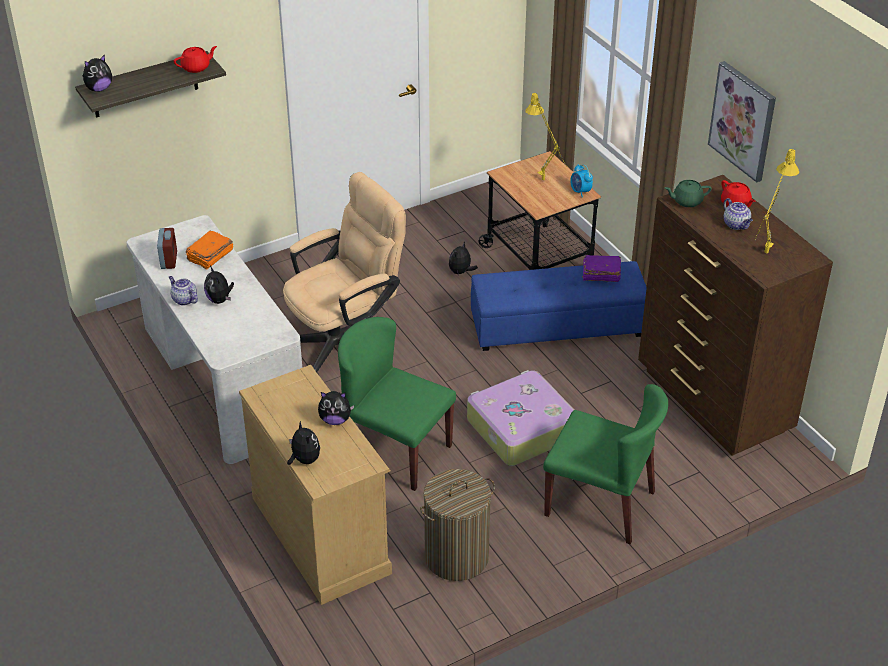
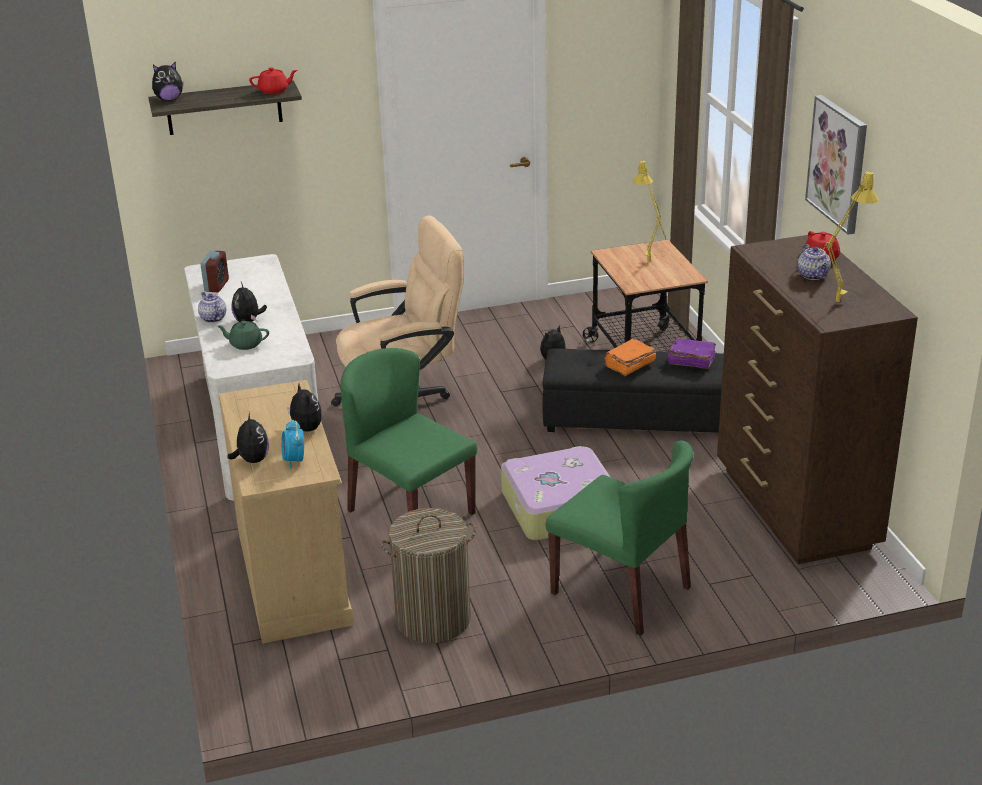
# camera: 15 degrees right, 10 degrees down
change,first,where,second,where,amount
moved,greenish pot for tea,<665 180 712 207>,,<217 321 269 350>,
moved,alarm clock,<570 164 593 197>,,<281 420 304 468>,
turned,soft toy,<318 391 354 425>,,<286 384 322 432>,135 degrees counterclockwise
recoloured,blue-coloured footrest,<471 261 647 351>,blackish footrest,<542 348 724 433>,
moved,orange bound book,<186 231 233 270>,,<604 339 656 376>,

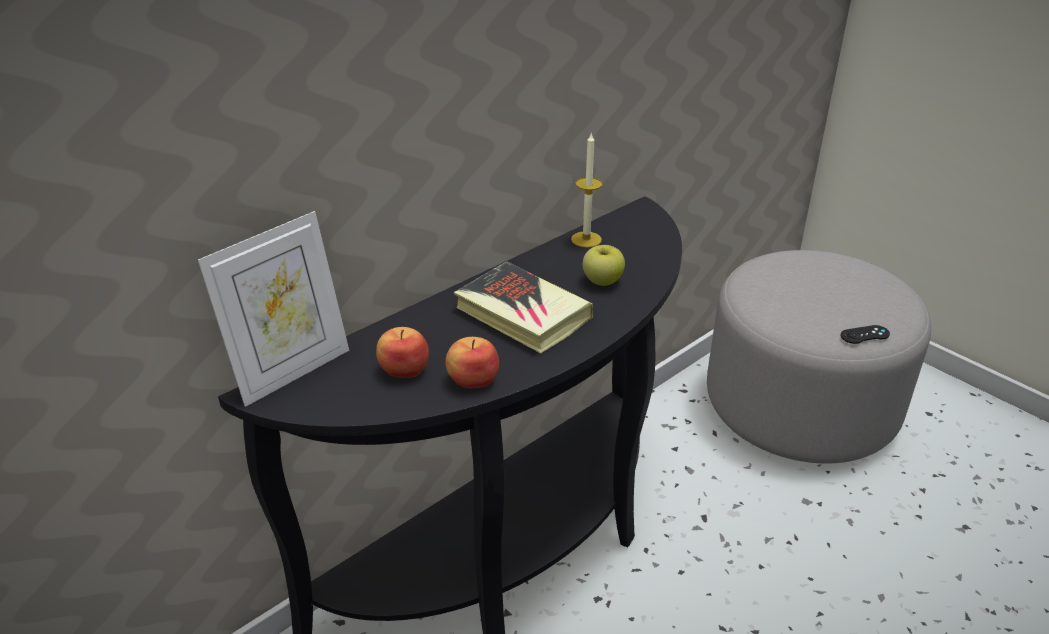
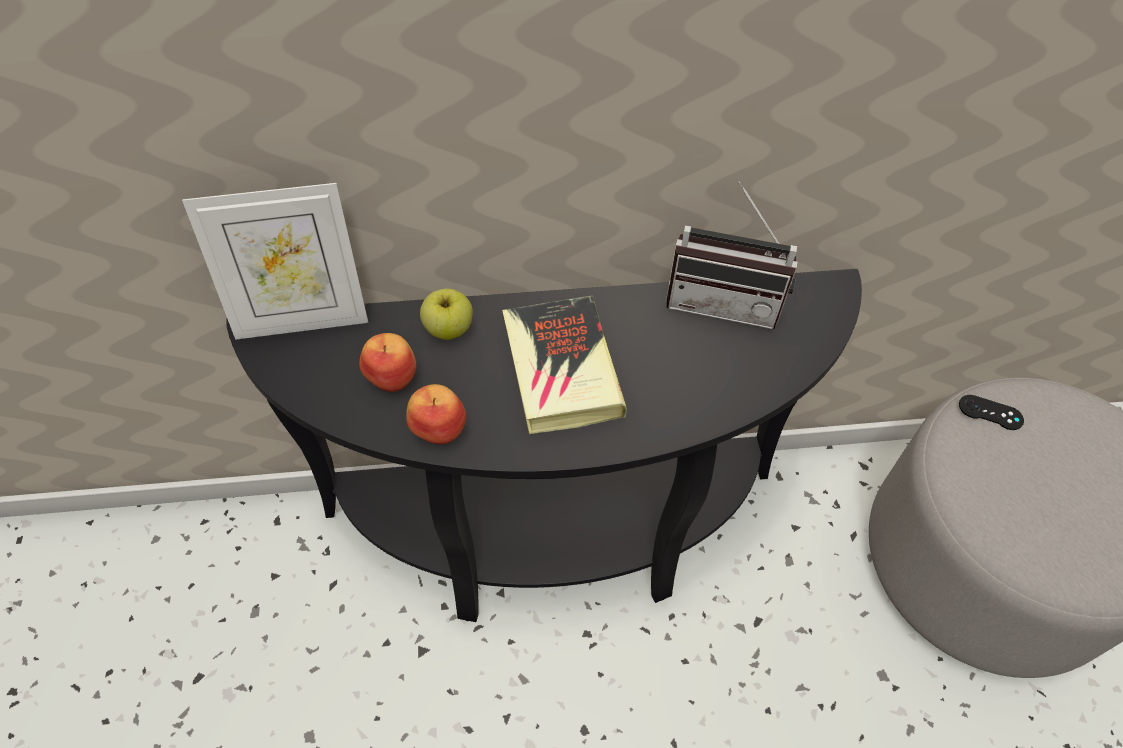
# camera: 35 degrees right, 20 degrees up
change,first,where,second,where,amount
moved,apple fruit,<583 245 625 286>,,<420 289 473 340>,
replaced,candle,<571 132 603 248>,radio receiver,<666 181 797 329>,
moved,blackish game controller,<840 325 890 344>,,<959 395 1024 430>,

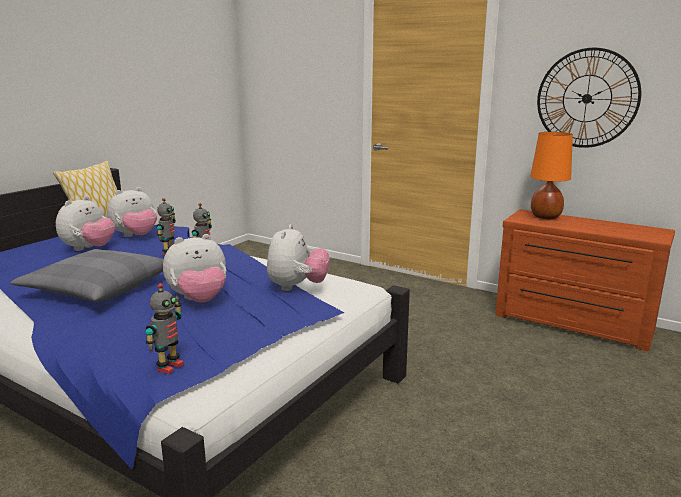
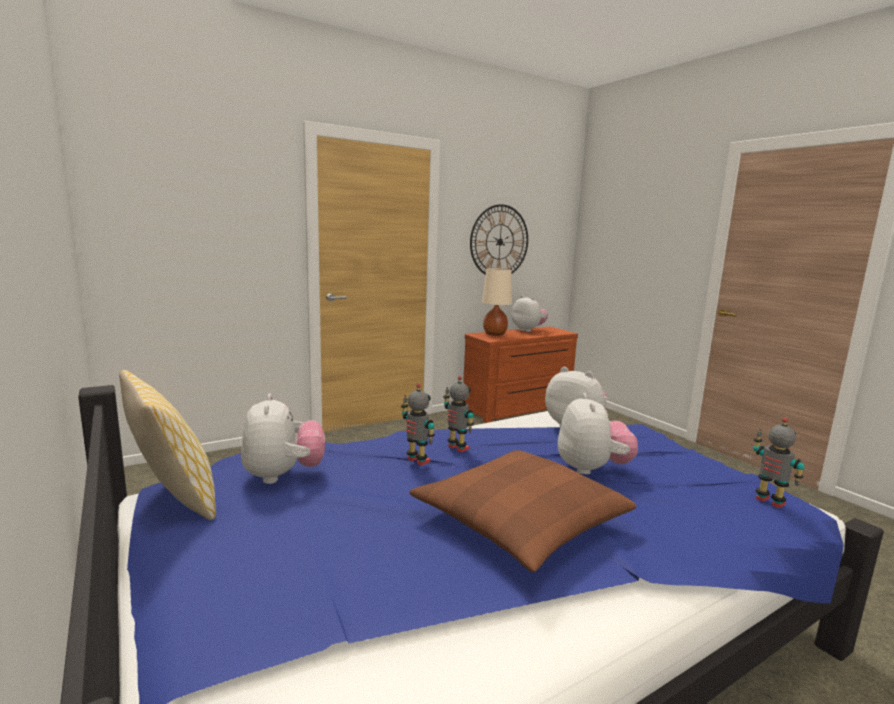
# camera: 65 degrees left, 5 degrees down
change,first,where,second,where,amount
recoloured,greyish cushion,<11 249 164 302>,brown cushion,<410 450 636 573>,
recoloured,orange table lamp,<530 132 573 219>,beige table lamp,<482 268 512 336>,
moved,soft toy,<56 196 115 251>,,<512 295 548 332>,

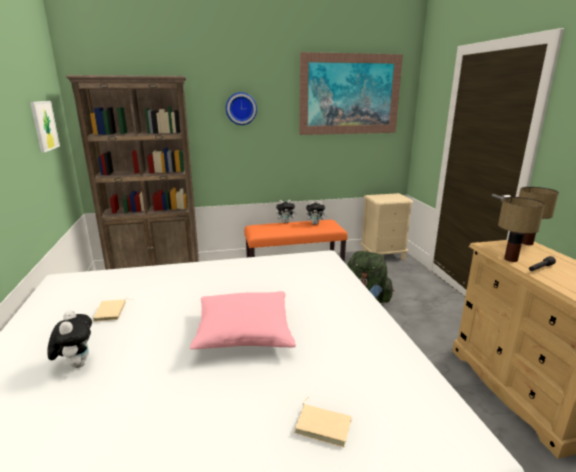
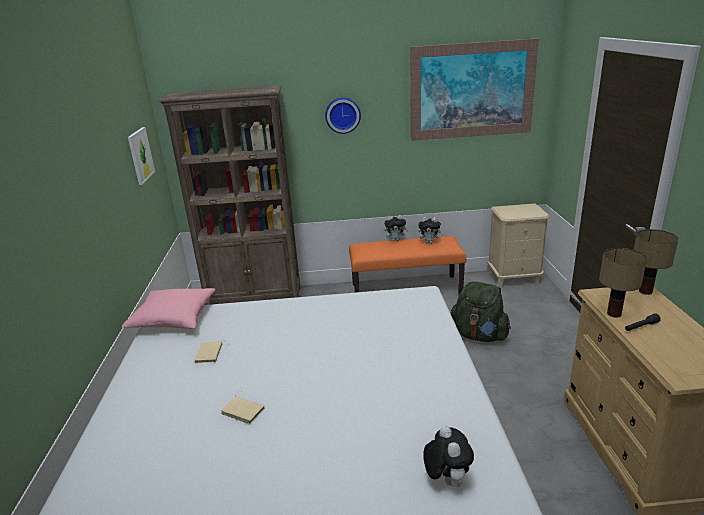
# camera: 10 degrees right, 5 degrees up
change,first,where,second,where,amount
moved,pink-coloured cushion,<190 291 296 349>,,<122 288 215 329>,
moved,beige bound book,<294 397 352 447>,,<221 392 265 424>,
moved,soft toy,<47 310 92 368>,,<423 426 474 487>,

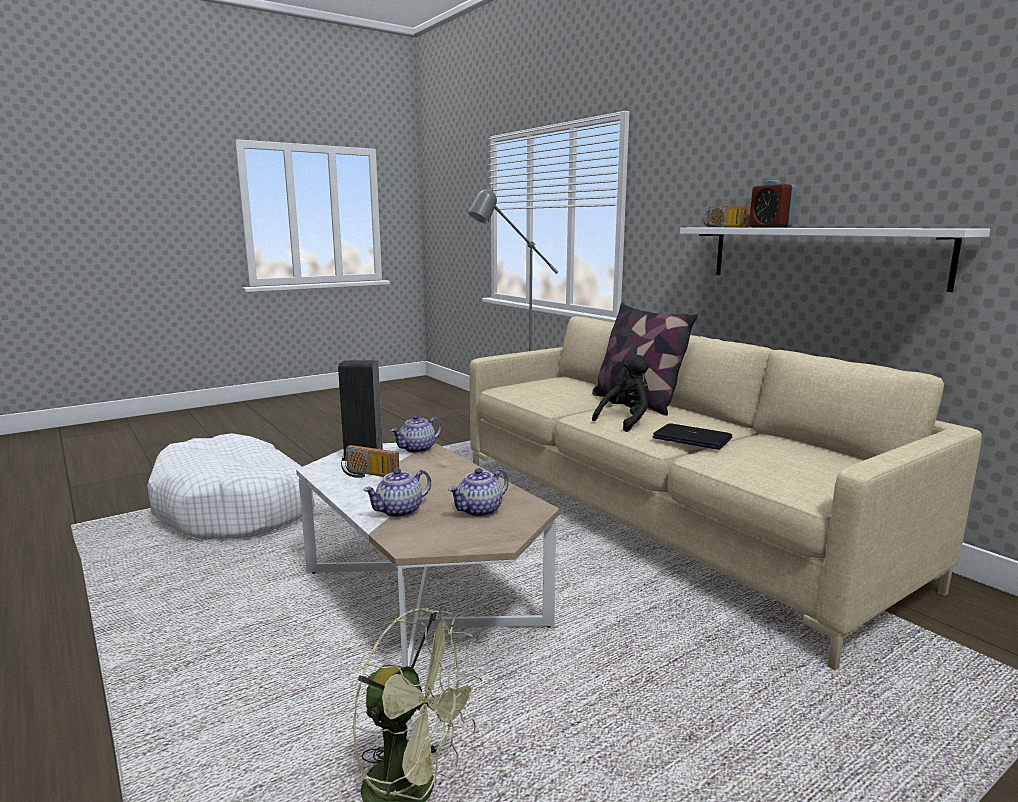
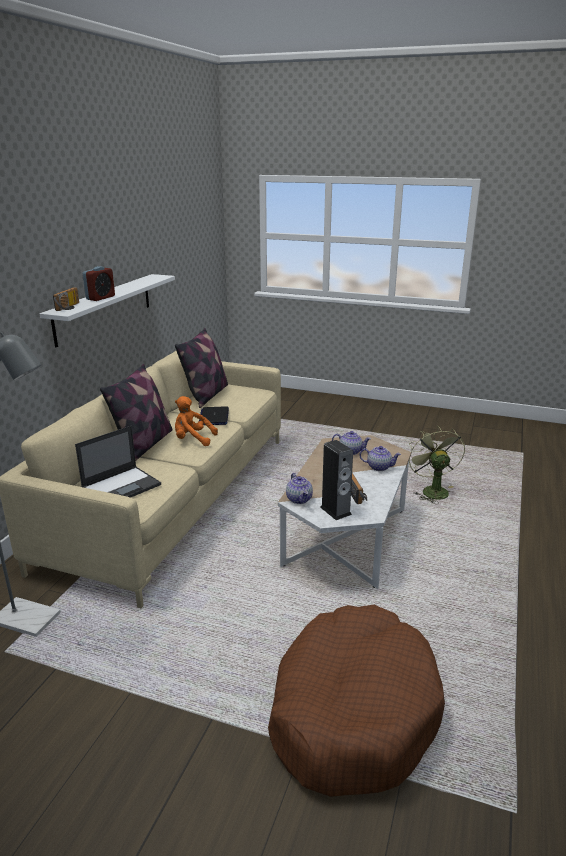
# camera: 125 degrees left, 10 degrees up
change,first,where,second,where,amount
added,,,notebook computer,<75 426 161 498>,
added,,,cushion,<175 328 228 408>,
recoloured,blackish soft toy,<592 355 650 432>,orange soft toy,<175 396 218 446>,
recoloured,white dog cushion,<147 433 315 539>,brown dog cushion,<268 605 445 797>,
turned,pot for tea,<391 415 442 453>,,<286 473 313 504>,60 degrees clockwise

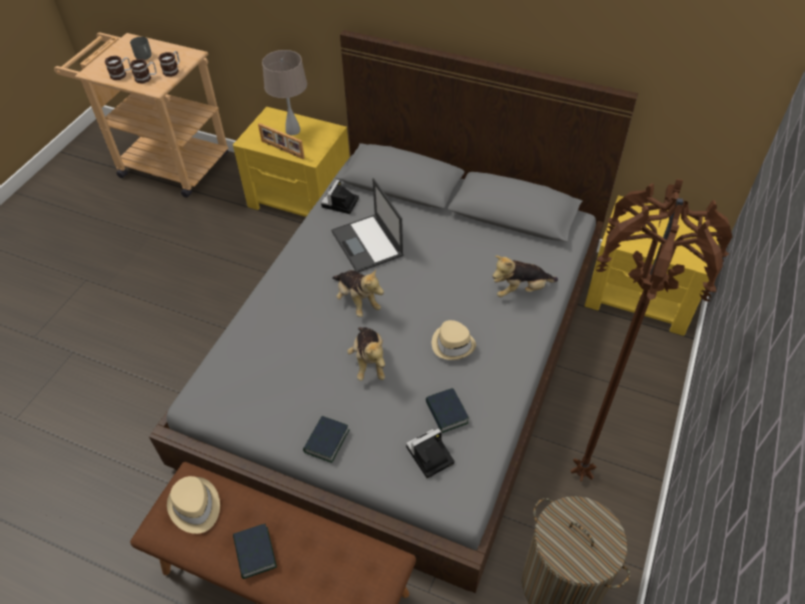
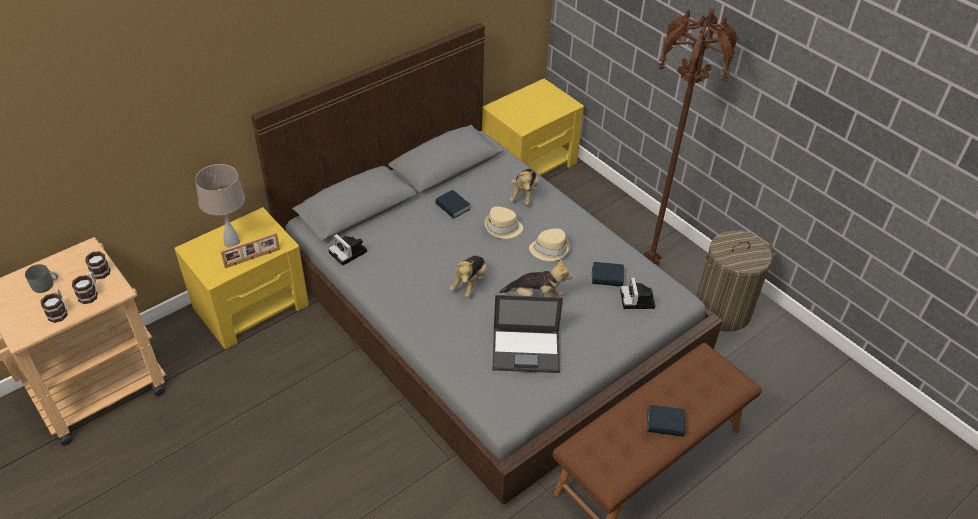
# camera: 65 degrees left, 5 degrees down
change,first,where,second,where,amount
moved,bound book,<303 416 350 463>,,<435 190 470 219>,
turned,soft toy,<332 269 384 317>,,<450 256 487 298>,120 degrees clockwise
moved,beige wearable hat,<167 476 220 534>,,<484 206 523 239>,
moved,notebook computer,<331 178 404 272>,,<492 295 563 373>,

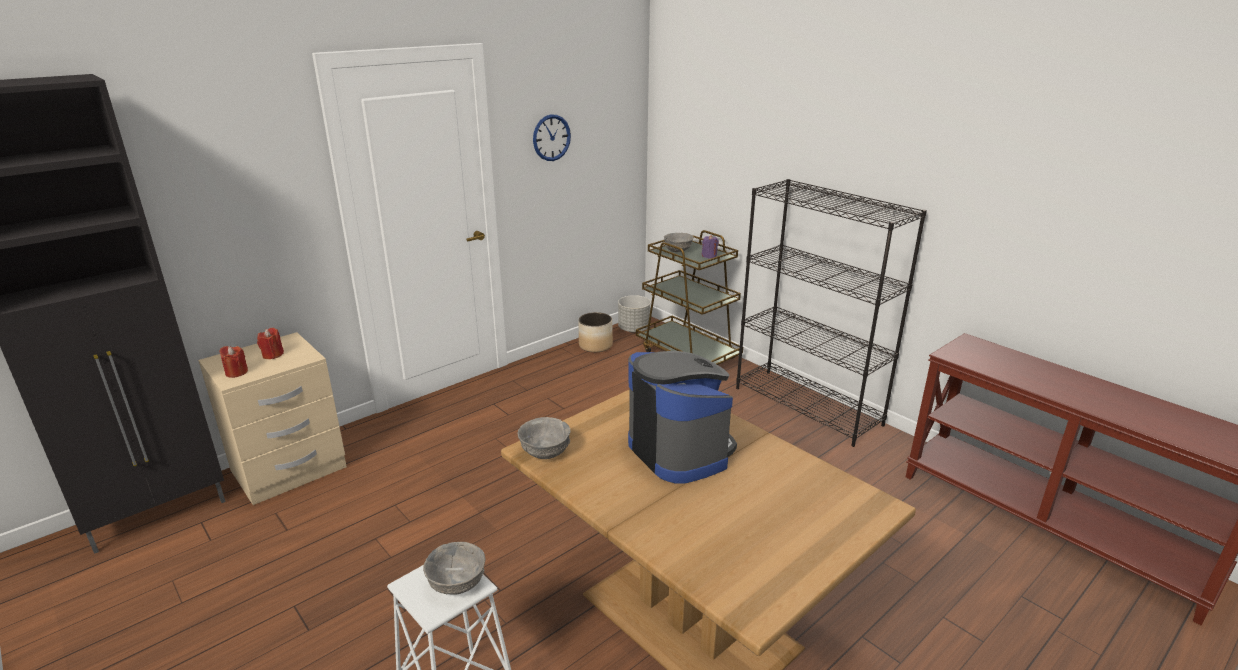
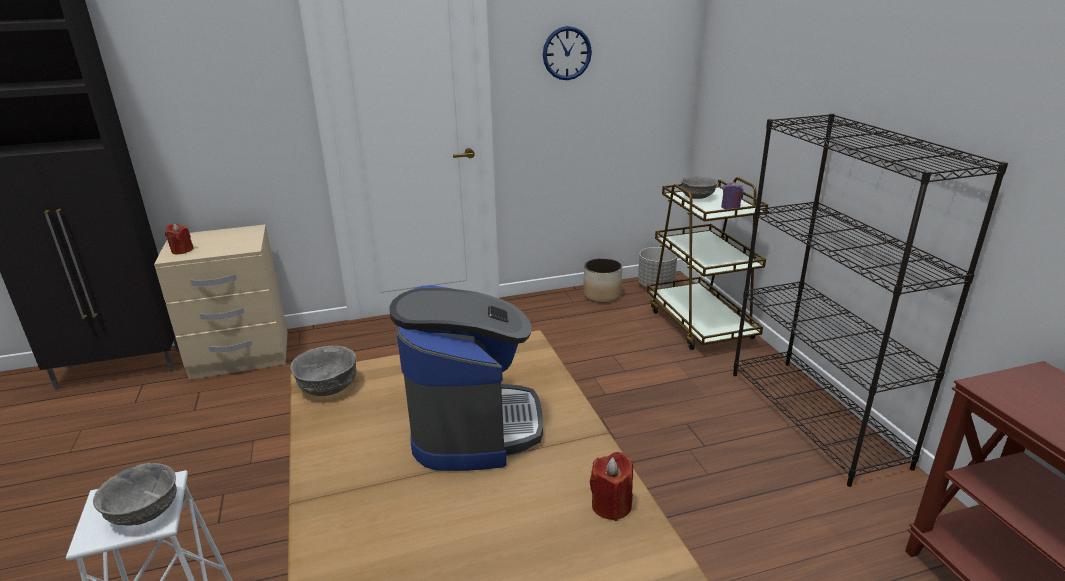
# camera: 25 degrees right, 0 degrees up
change,first,where,second,where,amount
moved,reddish candle,<257 328 284 359>,,<590 452 633 521>,

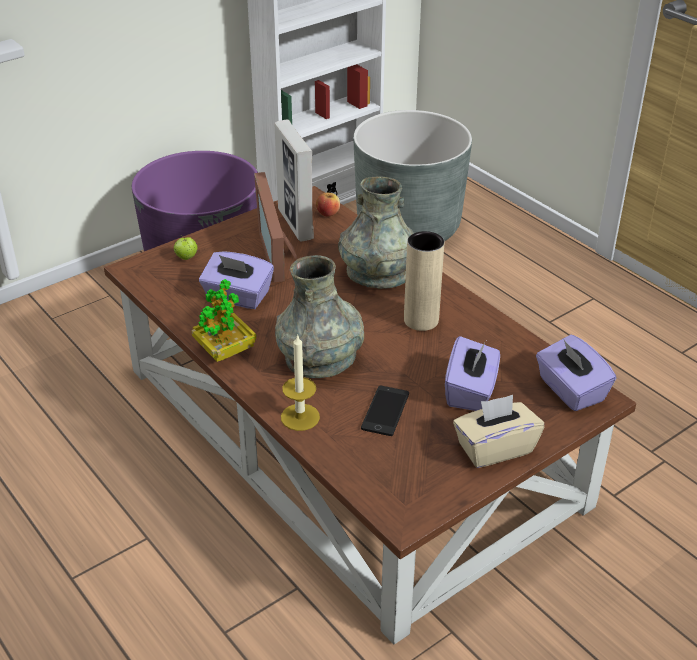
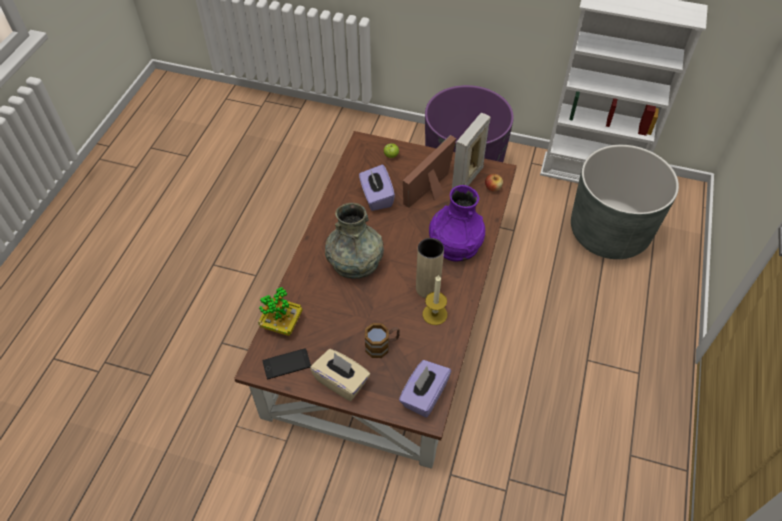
# camera: 55 degrees right, 15 degrees up
change,first,where,second,where,amount
moved,potted plant,<191 279 256 362>,,<258 287 303 336>,
moved,telephone,<361 386 409 436>,,<263 348 311 379>,
replaced,purplish box of tissues,<445 336 500 411>,coffee mug,<365 323 400 358>,
moved,candle,<281 334 320 431>,,<422 275 447 325>,
recoloured,greyish vase,<338 177 414 289>,purplish vase,<429 185 485 261>,

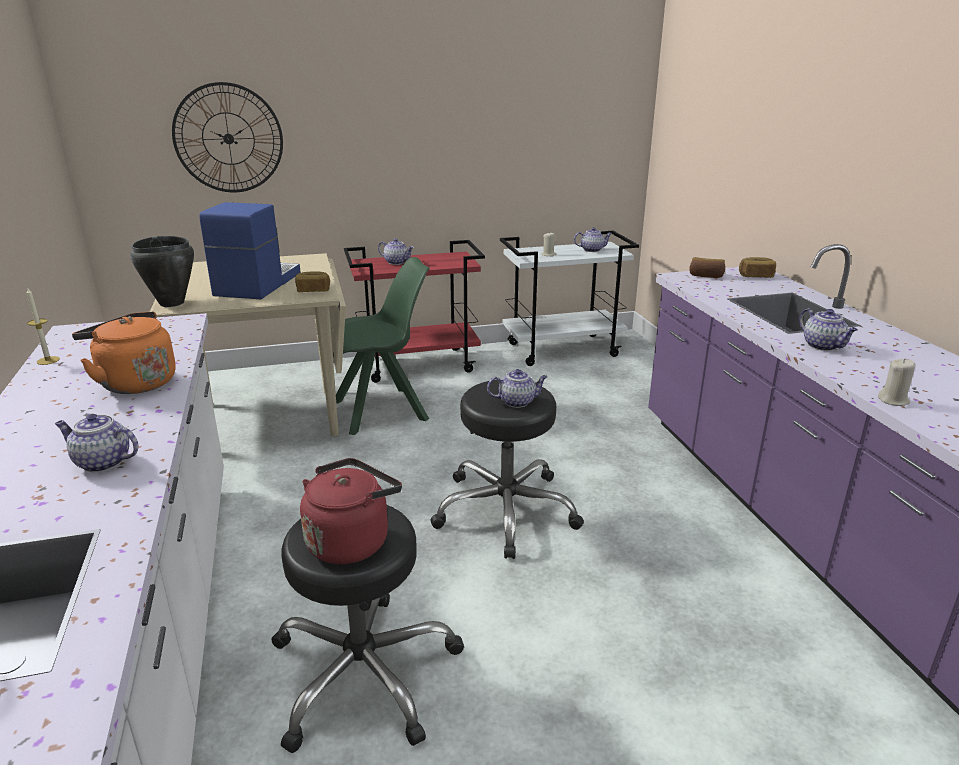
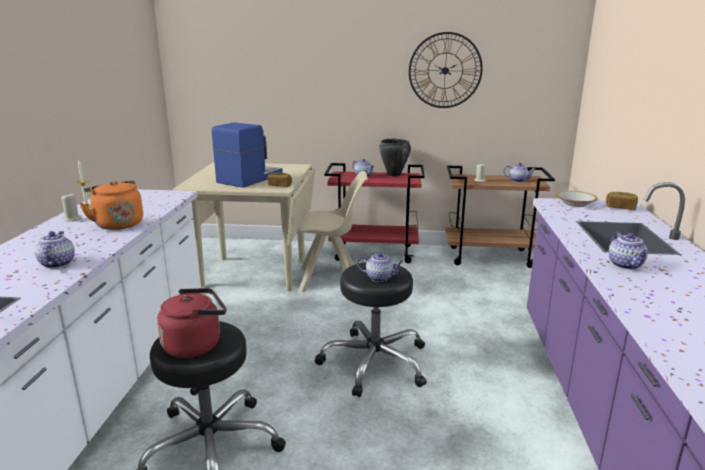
# camera: 20 degrees right, 5 degrees down
change,first,where,second,where,amount
turned,pot for tea,<54 414 138 472>,,<35 231 75 268>,45 degrees clockwise
moved,beige candle,<878 359 916 406>,,<61 194 82 221>,
recoloured,greenish chair,<336 257 430 435>,beige chair,<297 171 368 293>,
moved,blackish saucepot,<130 236 194 307>,,<379 139 411 177>,
moved,hanging clock,<172 82 283 192>,,<409 32 483 108>,
recoloured,white cart,<500 231 639 366>,brown cart,<446 166 555 268>,
replaced,bread,<689 257 725 278>,serving bowl,<556 191 598 207>,

